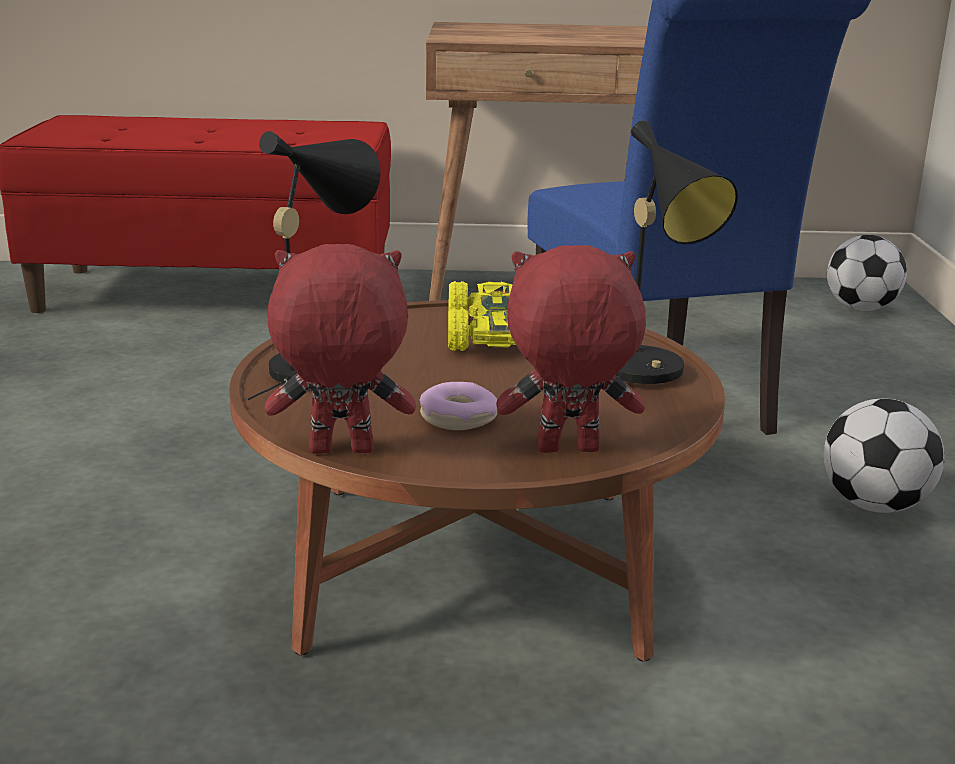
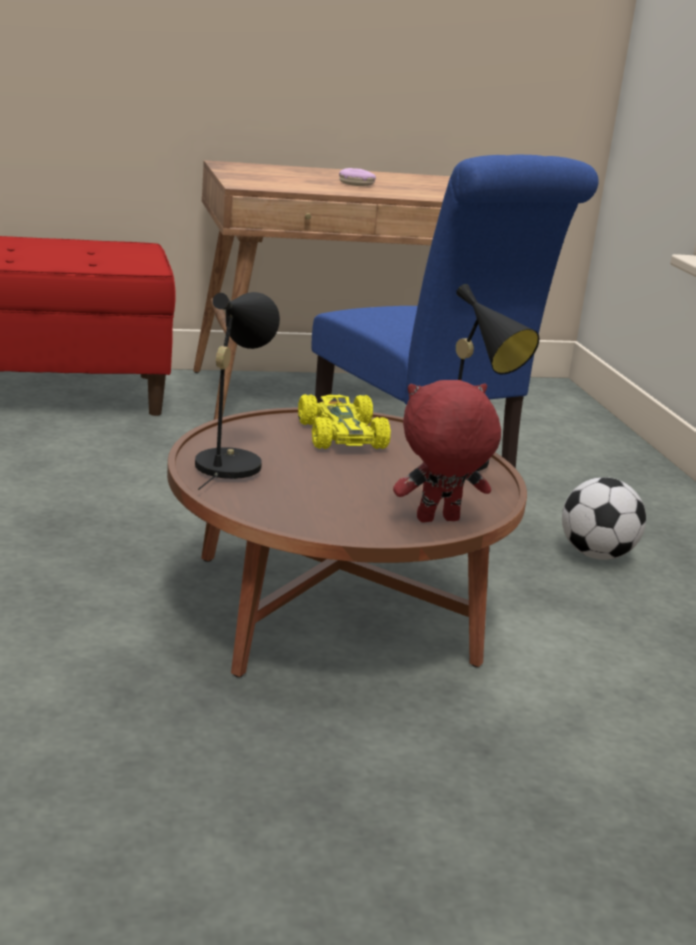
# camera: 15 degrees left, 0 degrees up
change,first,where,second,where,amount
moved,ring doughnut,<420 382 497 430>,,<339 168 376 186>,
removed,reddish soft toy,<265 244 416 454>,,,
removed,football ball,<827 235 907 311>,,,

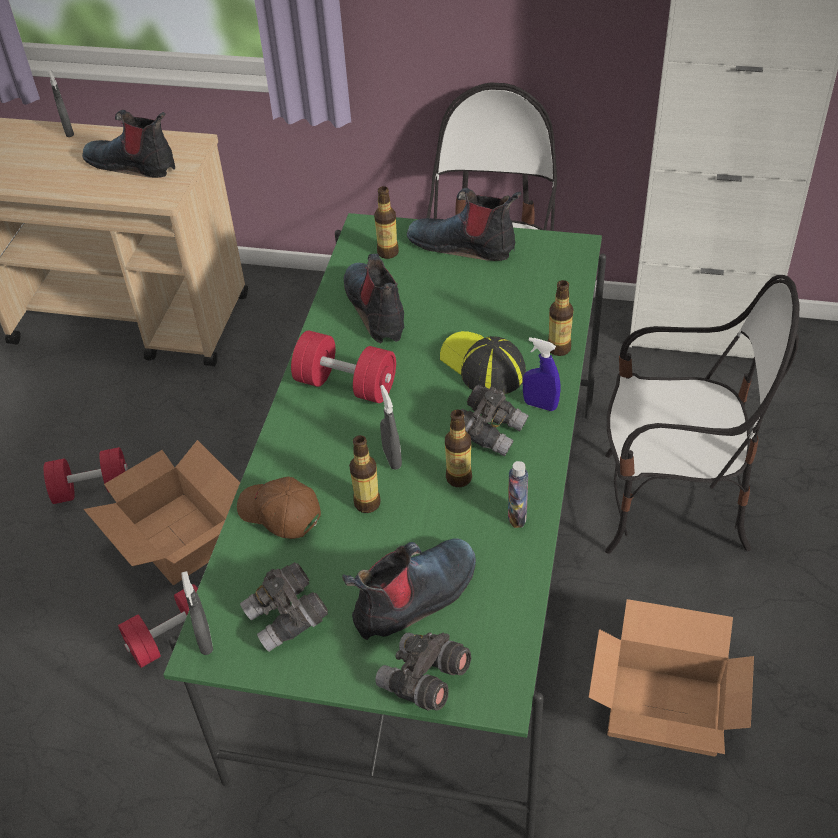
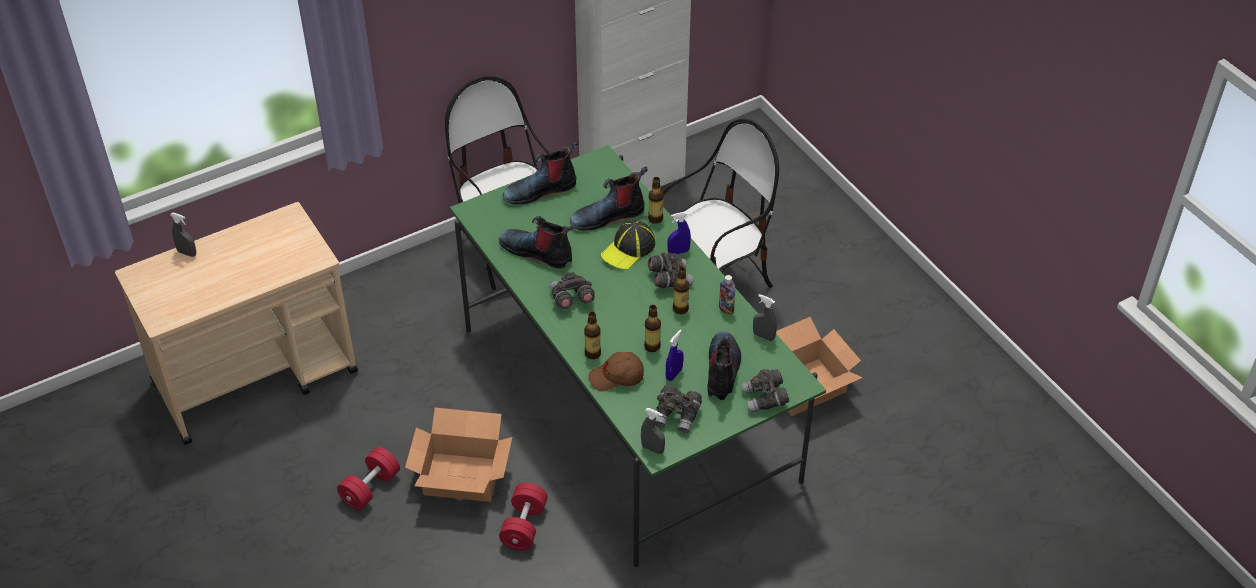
# camera: 45 degrees left, 0 degrees up
change,first,where,second,where,amount
replaced,reddish hand weight,<291 330 396 403>,greyish pair of binoculars,<550 272 595 310>,
moved,tall boot,<82 110 175 178>,,<570 166 647 230>,
moved,bottle,<374 186 399 259>,,<584 312 601 359>,
turned,baseball cap,<440 331 526 394>,,<601 220 655 270>,60 degrees counterclockwise
added,,,blue-coloured spray bottle,<666 329 683 381>,
moved,greyish spray bottle,<380 385 402 470>,,<753 294 777 341>,

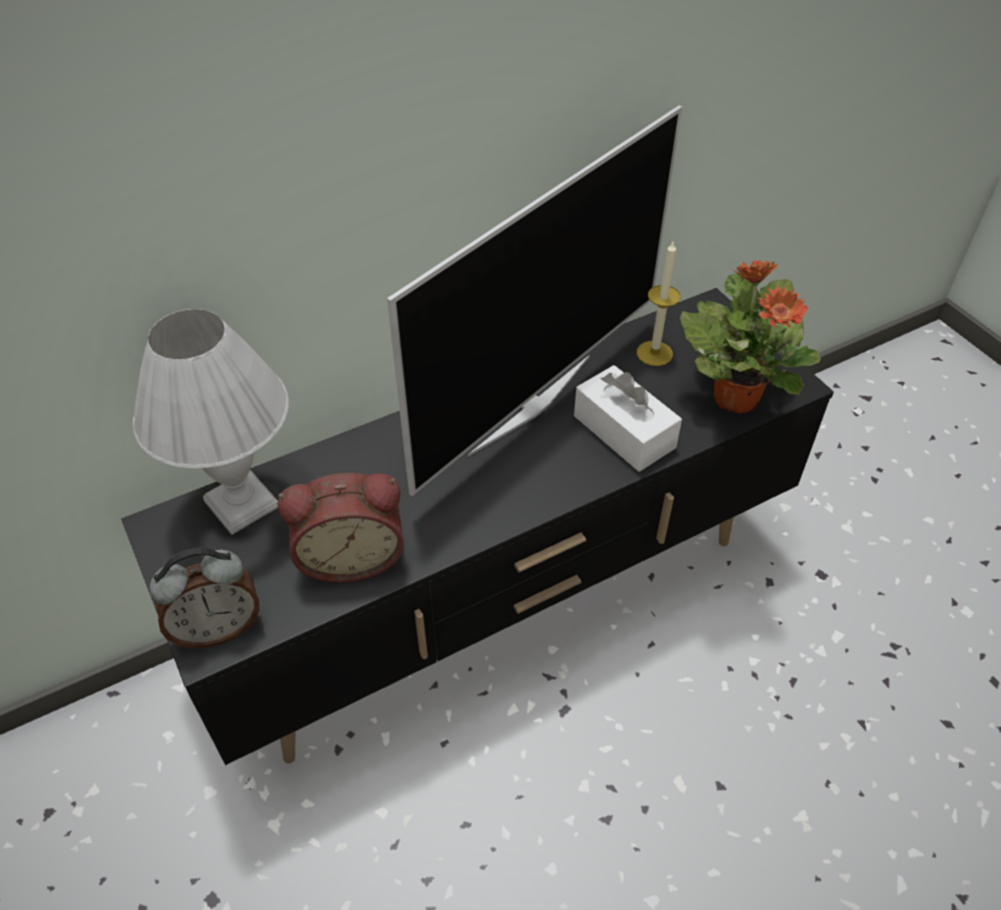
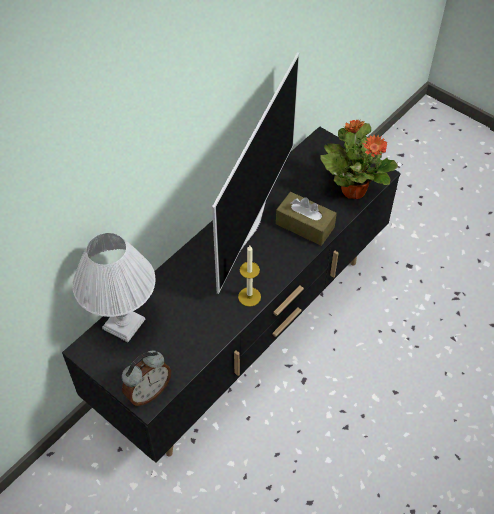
# camera: 20 degrees left, 5 degrees up
change,first,where,second,where,amount
moved,candle,<637 242 681 366>,,<238 245 261 307>,
recoloured,white box of tissues,<574 365 682 472>,brown box of tissues,<276 192 337 246>,
removed,alarm clock,<277 473 404 583>,,,

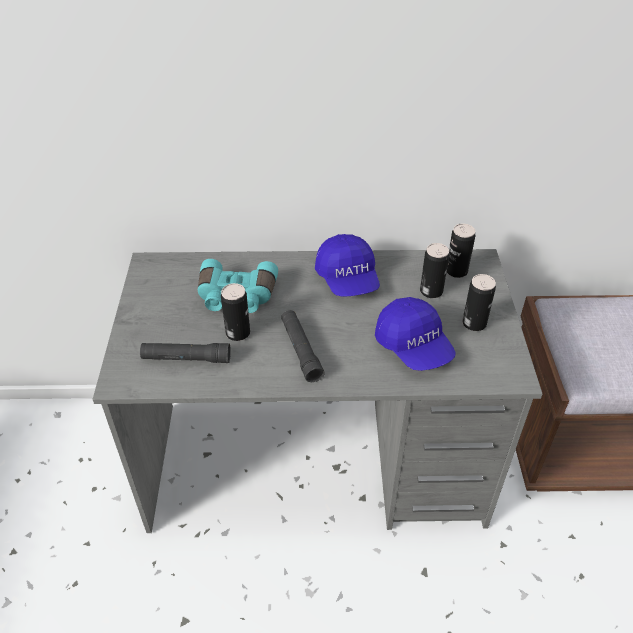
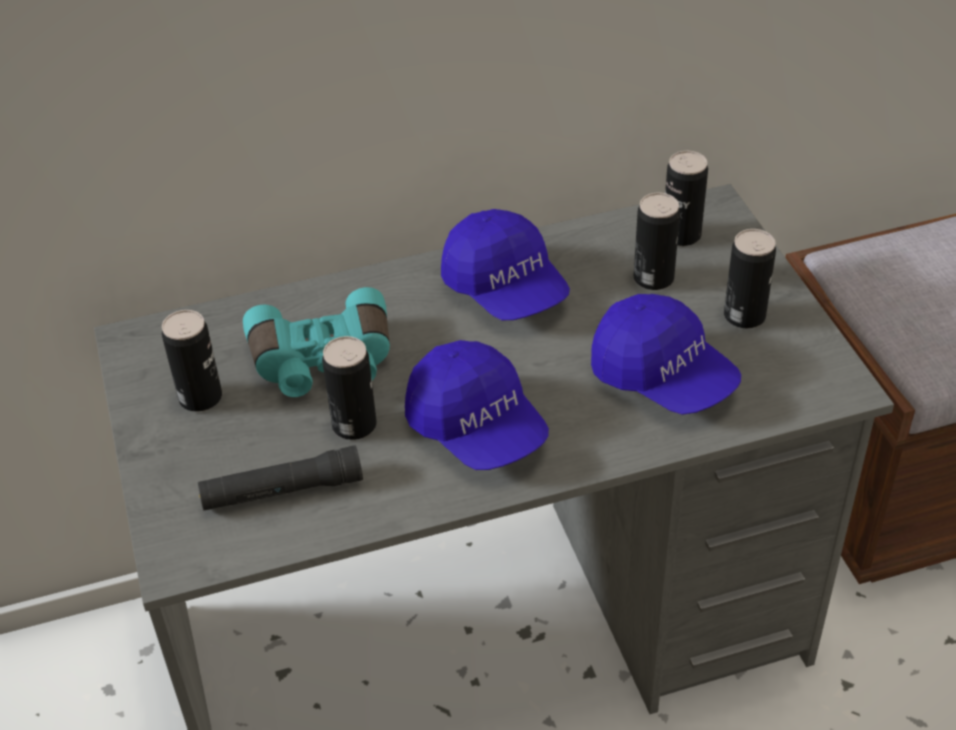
# camera: 15 degrees left, 0 degrees up
change,first,where,second,where,amount
added,,,can,<162 310 222 412>,
replaced,blackish torch,<281 310 325 382>,blue-coloured baseball cap,<405 340 549 470>,

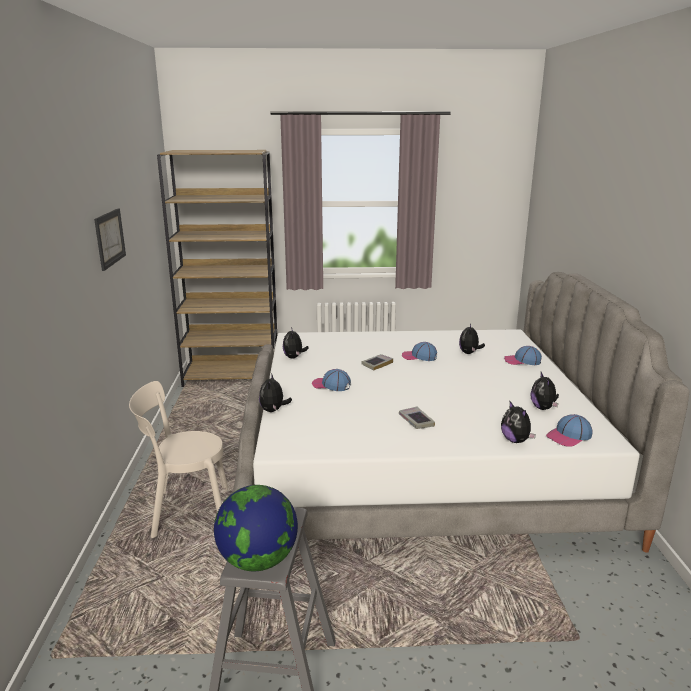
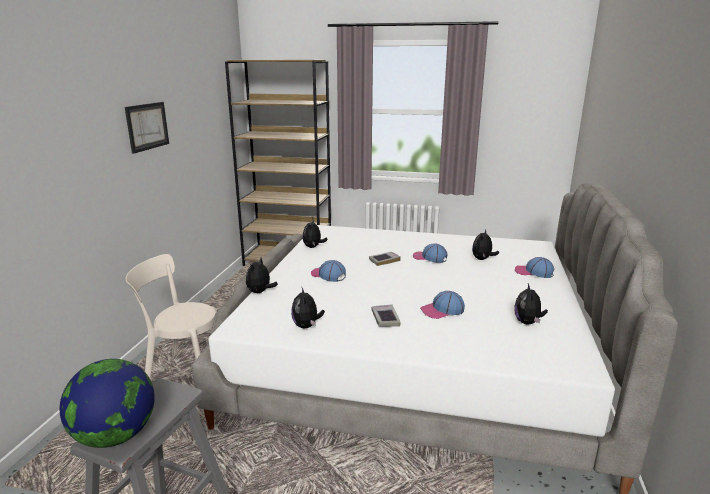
# camera: 15 degrees right, 0 degrees up
change,first,where,second,where,amount
moved,soft toy,<501 401 536 443>,,<291 288 325 328>,
moved,baseball cap,<546 414 593 447>,,<420 291 465 319>,

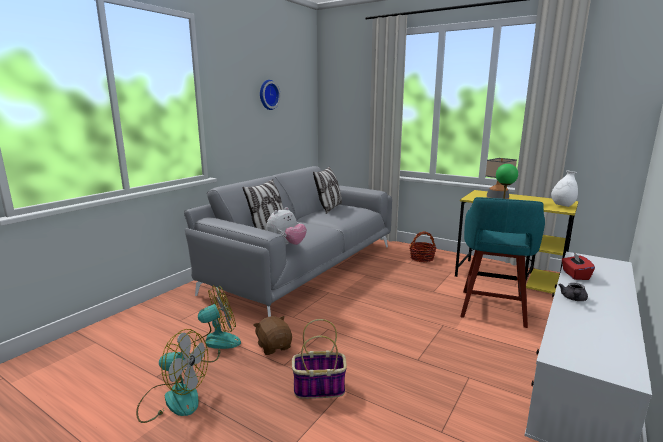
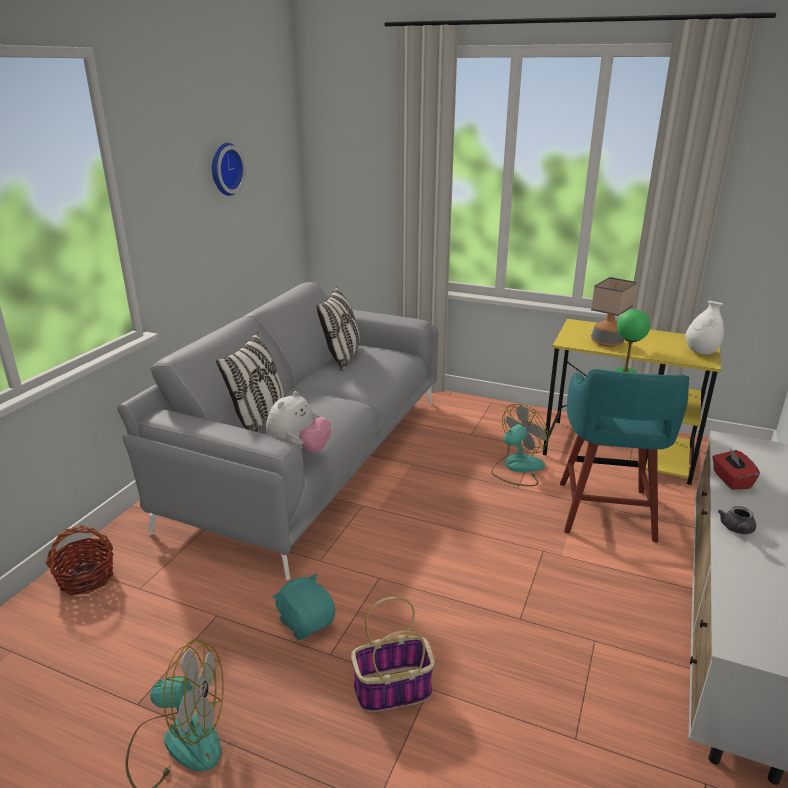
# camera: 10 degrees left, 10 degrees up
change,first,where,second,where,amount
moved,basket,<409 231 437 262>,,<45 526 114 595>,
recoloured,brown soft toy,<253 316 292 355>,turquoise-coloured soft toy,<273 574 335 640>,
moved,cooling fan,<189 285 241 363>,,<491 404 549 486>,

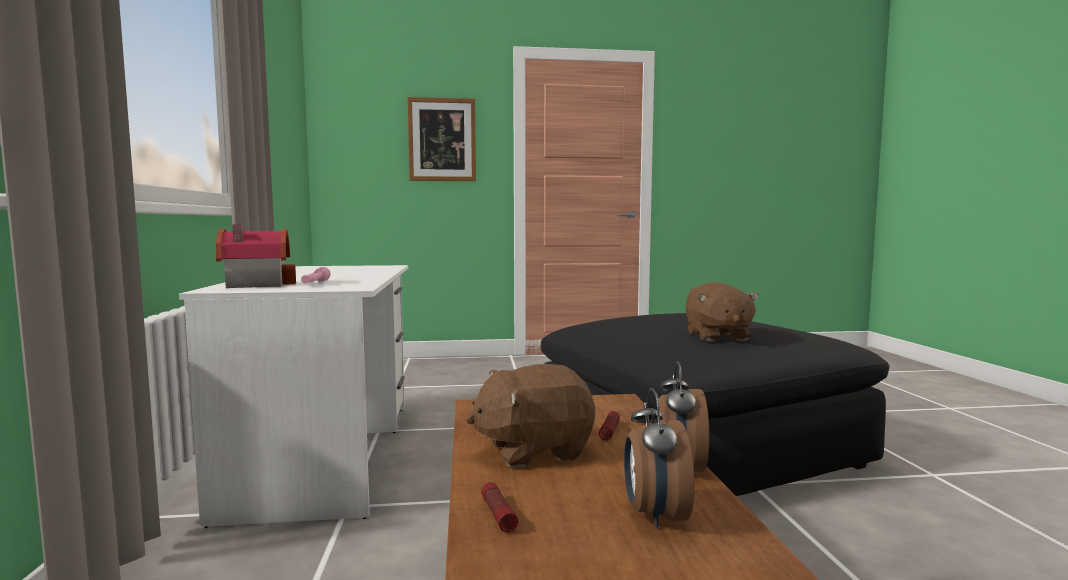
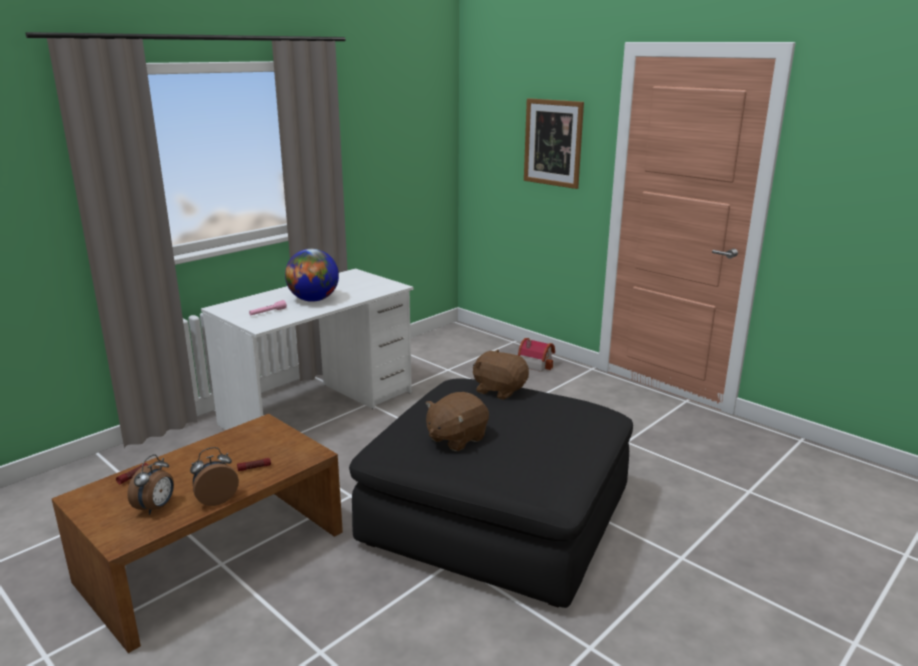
# camera: 50 degrees right, 15 degrees up
change,first,where,second,where,amount
turned,alarm clock,<624 388 695 528>,,<127 454 174 515>,150 degrees clockwise
added,,,world globe,<285 249 339 302>,
moved,brown soft toy,<466 364 595 467>,,<473 349 529 400>,
moved,toy house,<216 224 296 288>,,<518 338 555 372>,

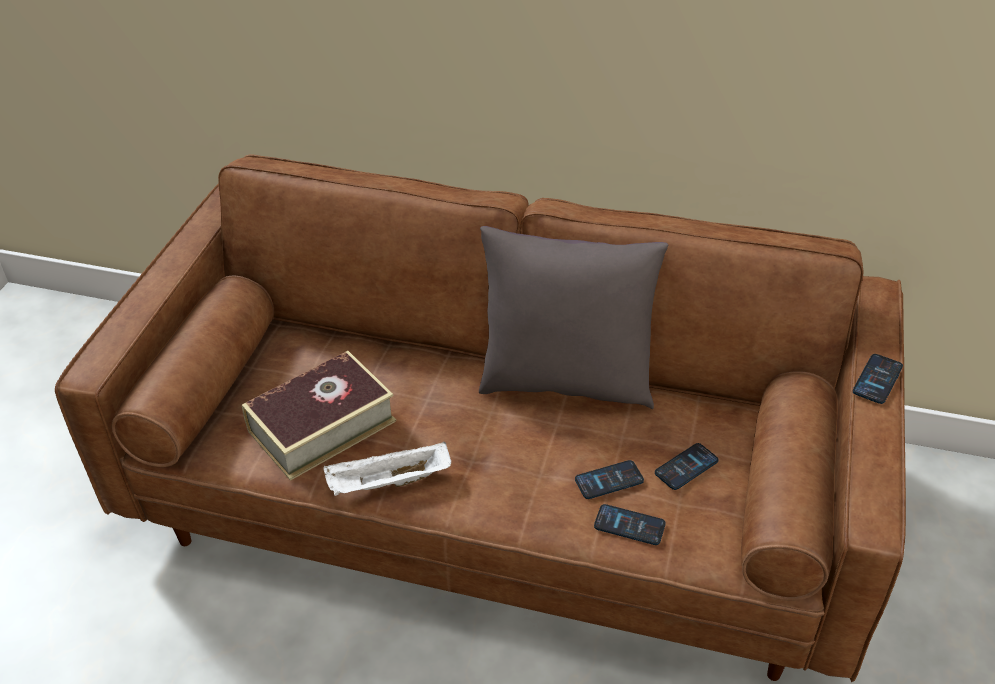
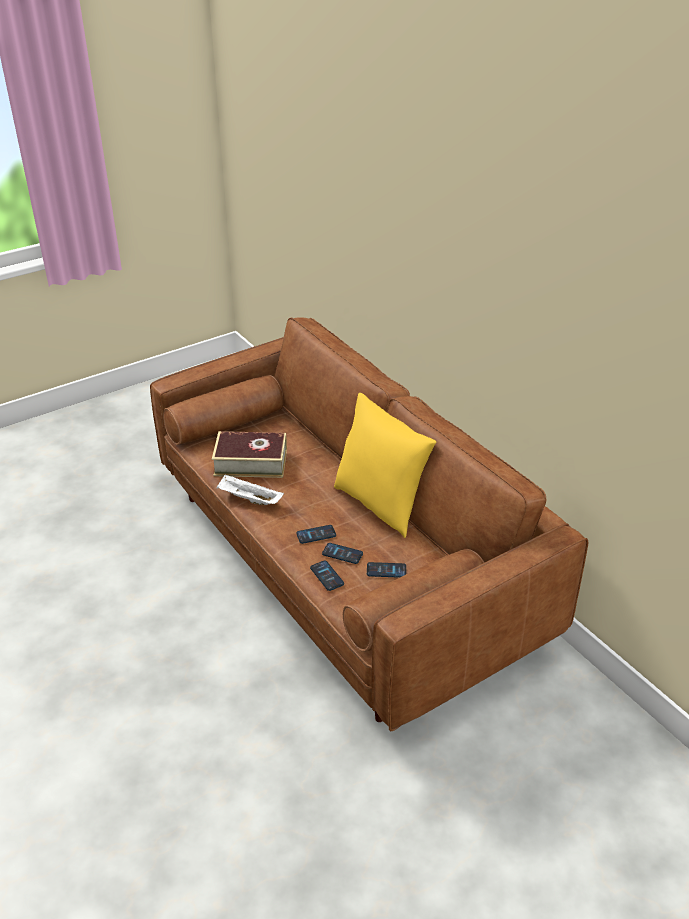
# camera: 40 degrees right, 5 degrees down
change,first,where,second,where,amount
moved,telephone,<853 354 903 404>,,<296 525 336 544>,
recoloured,greyish cushion,<479 226 668 409>,yellow-coloured cushion,<334 393 436 538>,

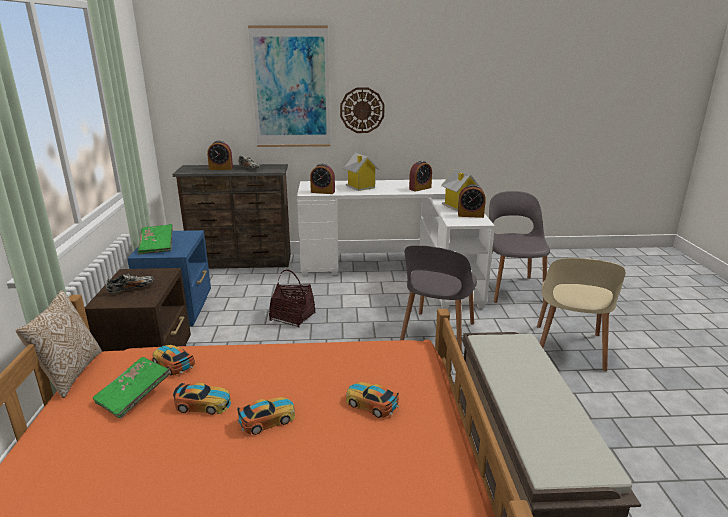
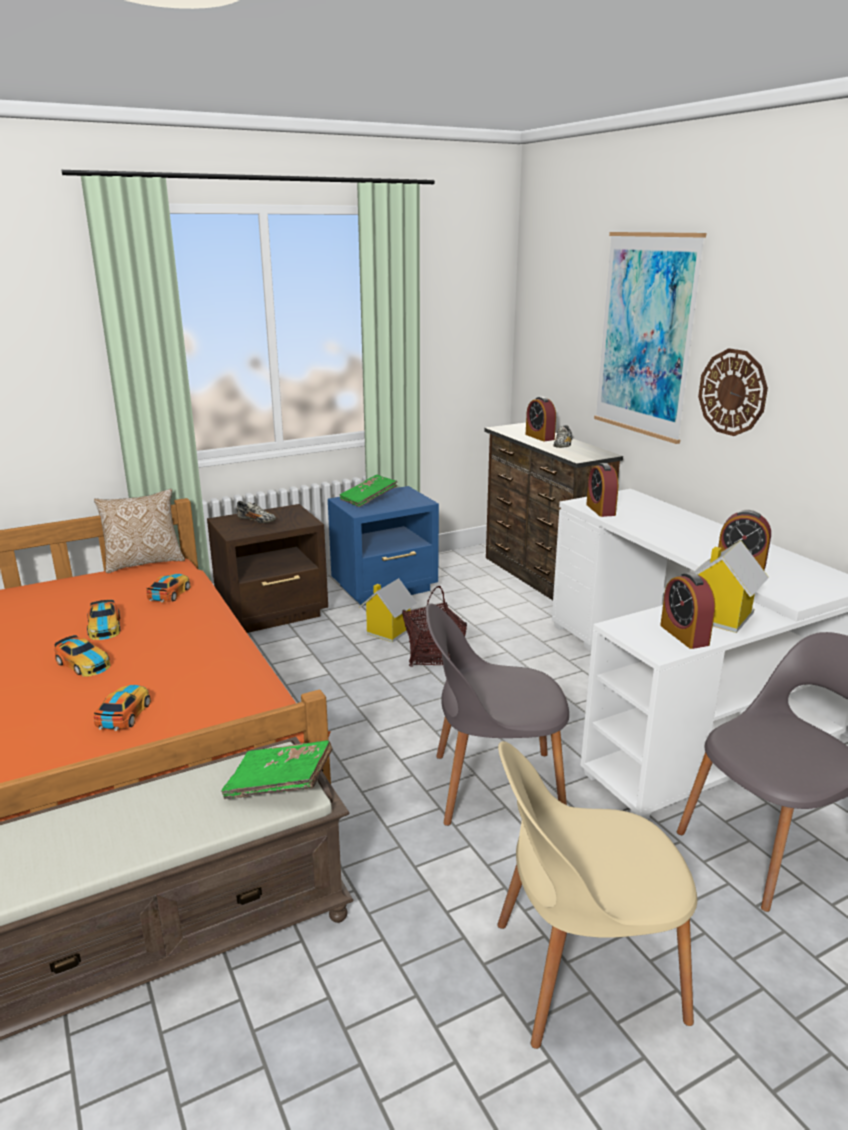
# camera: 65 degrees right, 0 degrees up
change,first,where,second,where,amount
moved,greenish bound book,<93 357 171 419>,,<221 740 332 799>,
moved,toy house,<344 153 380 191>,,<359 578 417 642>,

